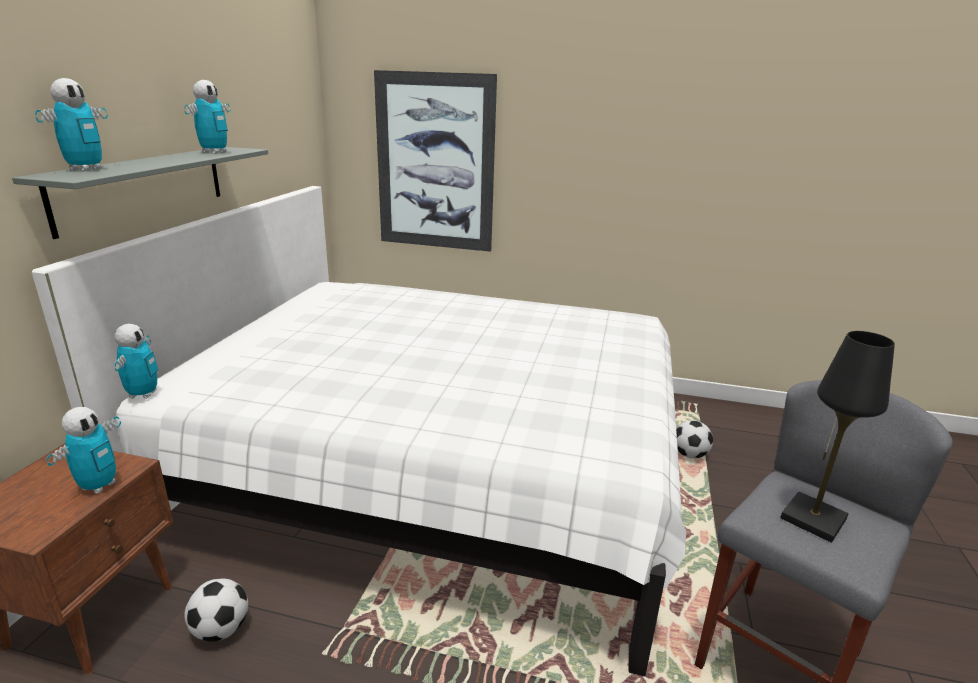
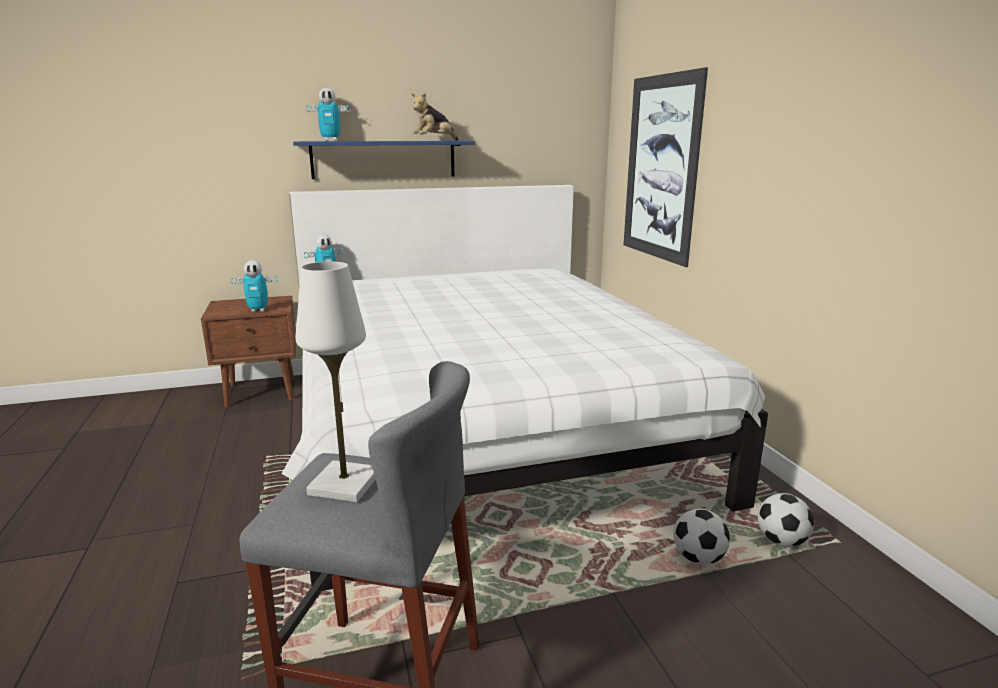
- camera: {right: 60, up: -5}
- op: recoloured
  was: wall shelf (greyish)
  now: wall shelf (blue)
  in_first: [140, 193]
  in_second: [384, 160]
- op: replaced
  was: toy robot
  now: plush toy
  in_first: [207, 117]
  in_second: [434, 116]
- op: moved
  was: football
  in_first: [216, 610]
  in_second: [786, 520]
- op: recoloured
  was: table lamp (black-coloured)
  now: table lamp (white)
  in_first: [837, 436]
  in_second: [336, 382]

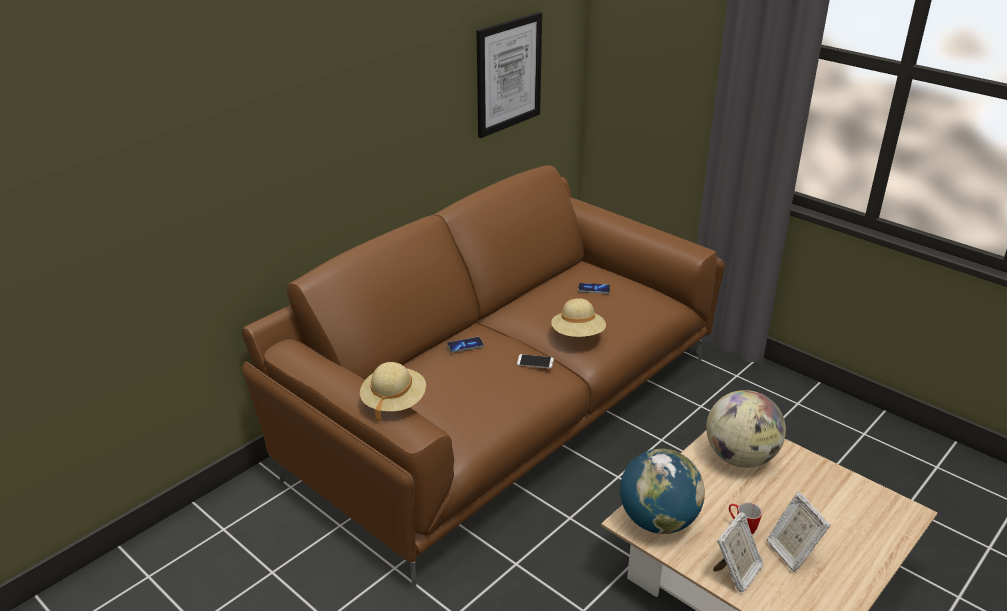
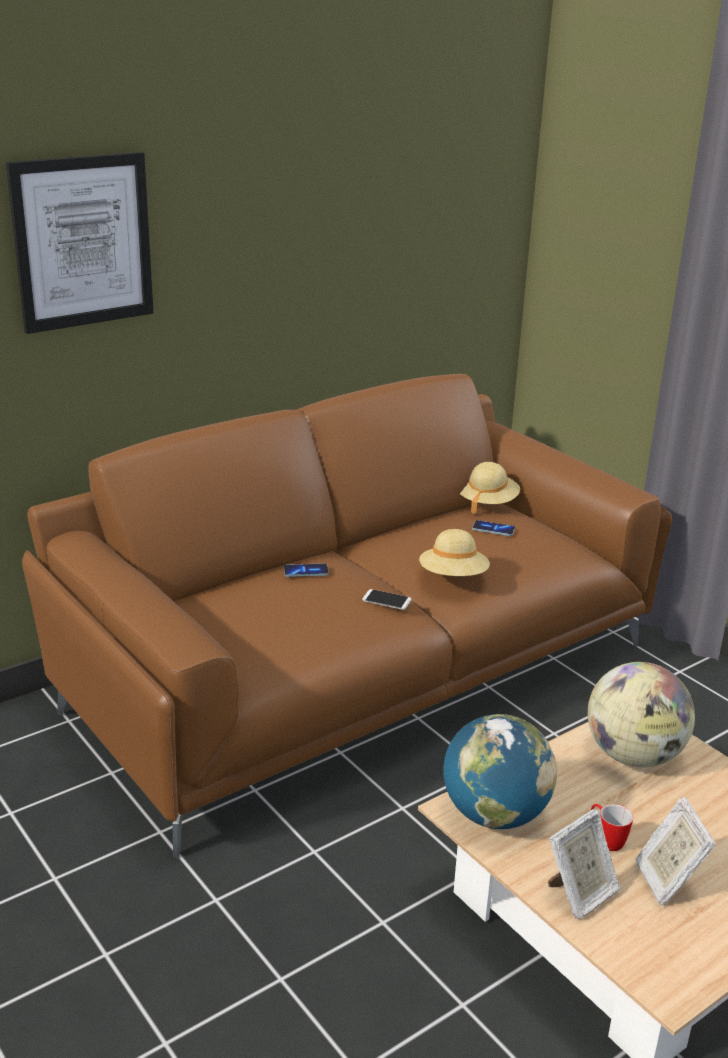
- camera: {right: 10, up: -5}
- op: moved
  was: wearable hat (beige-coloured)
  in_first: [393, 392]
  in_second: [490, 488]
- op: moved
  was: wall art
  in_first: [509, 75]
  in_second: [79, 243]

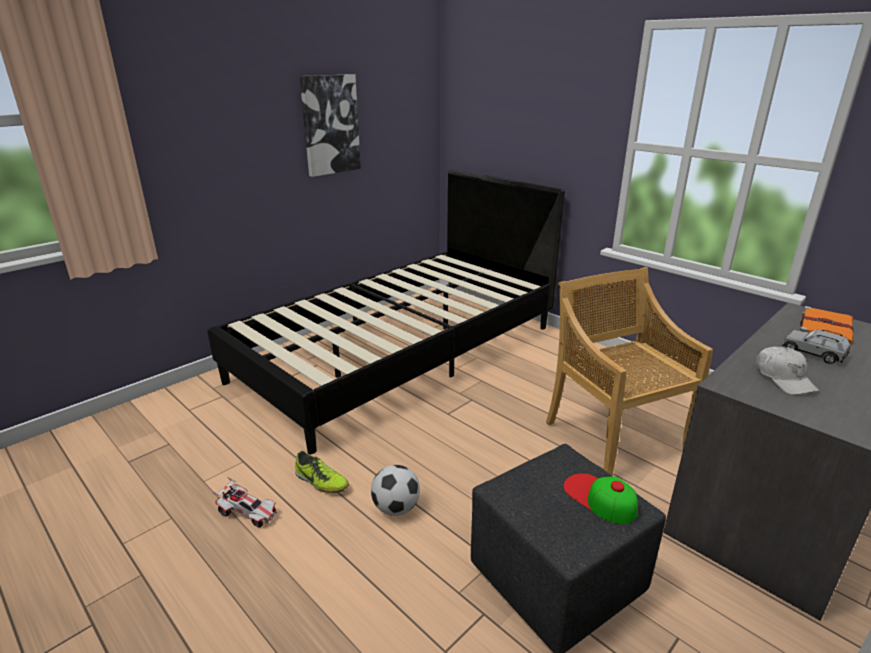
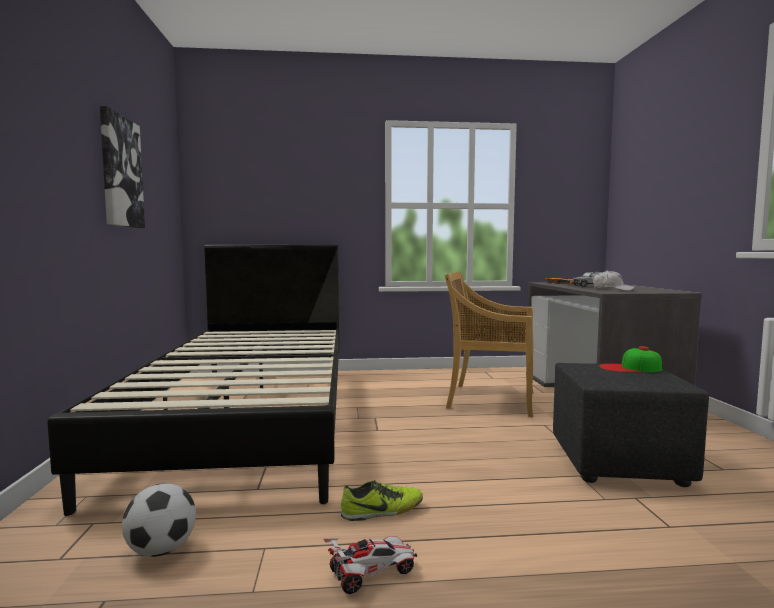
- camera: {right: -50, up: -20}
- op: moved
  was: football
  in_first: [395, 490]
  in_second: [159, 520]

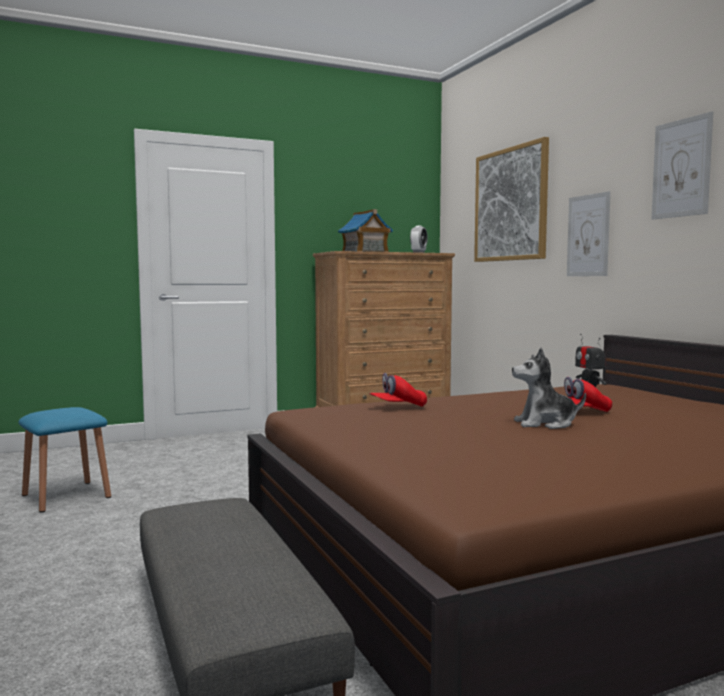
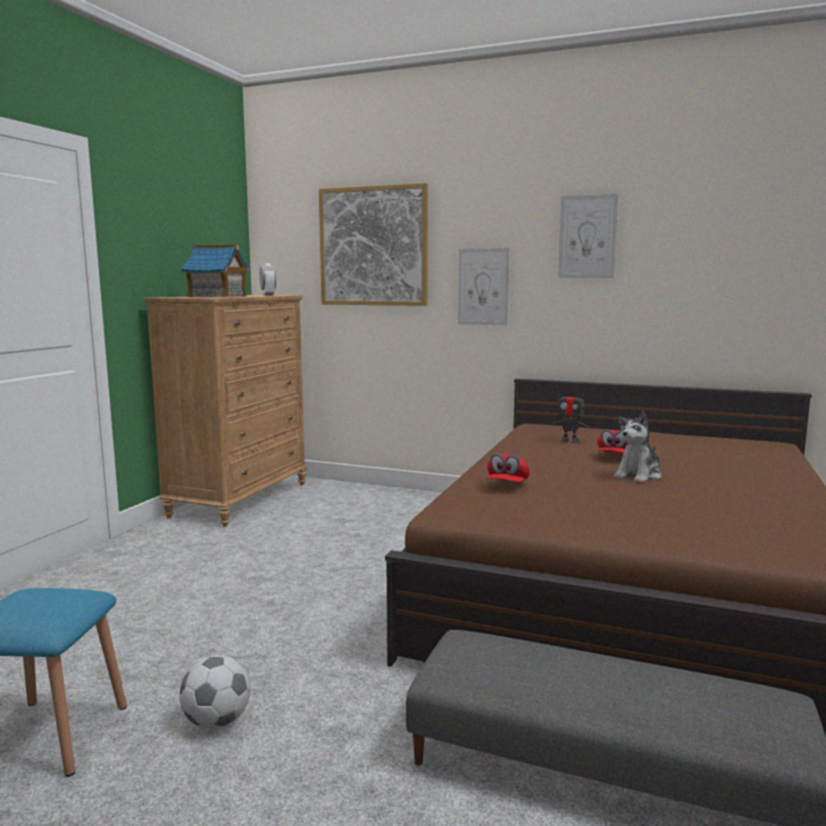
- camera: {right: -45, up: 5}
- op: added
  now: football
  in_second: [215, 692]

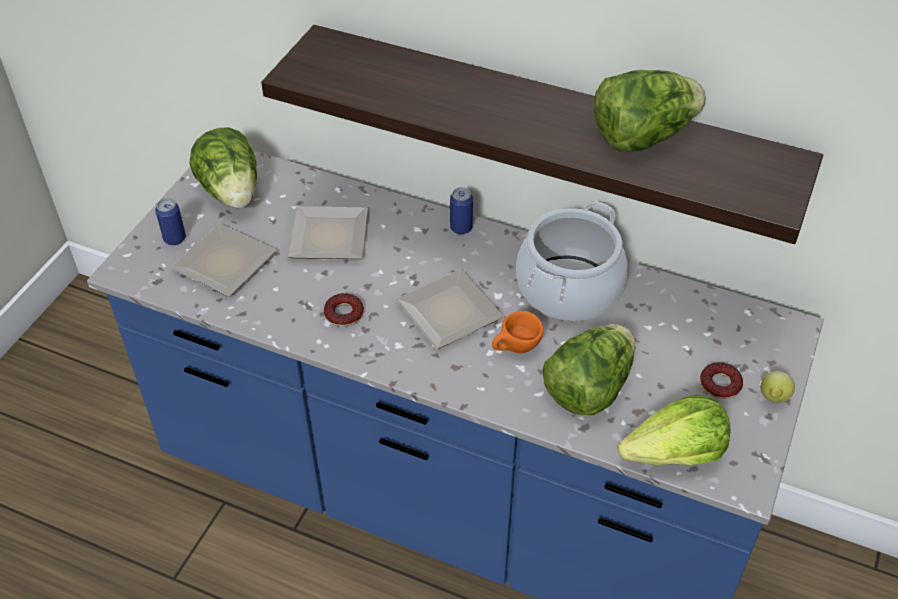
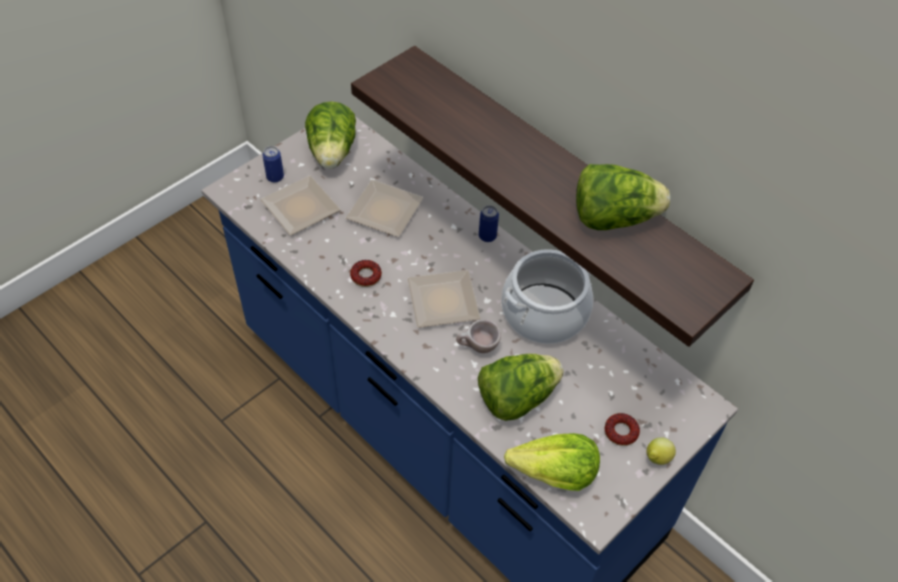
- camera: {right: 20, up: 5}
- op: recoloured
  was: cup (orange)
  now: cup (beige-coloured)
  in_first: [518, 332]
  in_second: [478, 336]

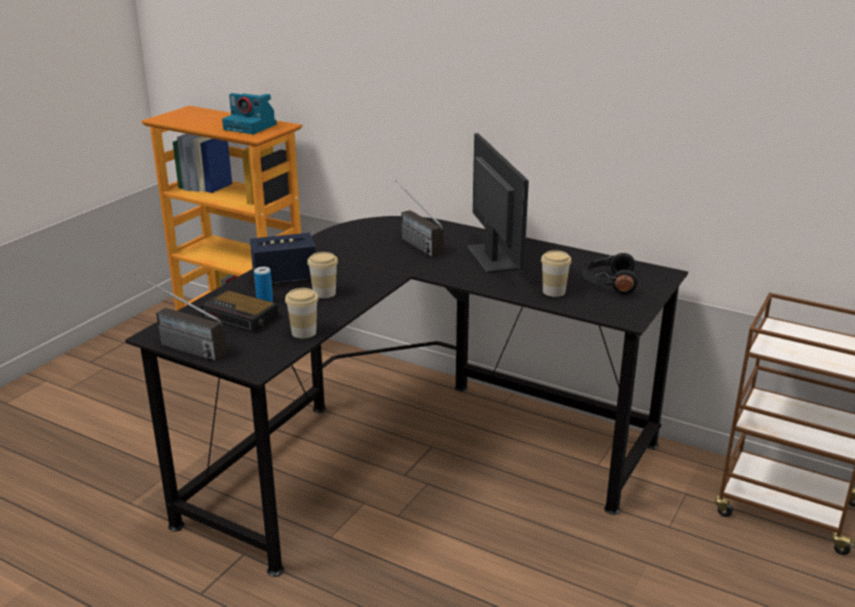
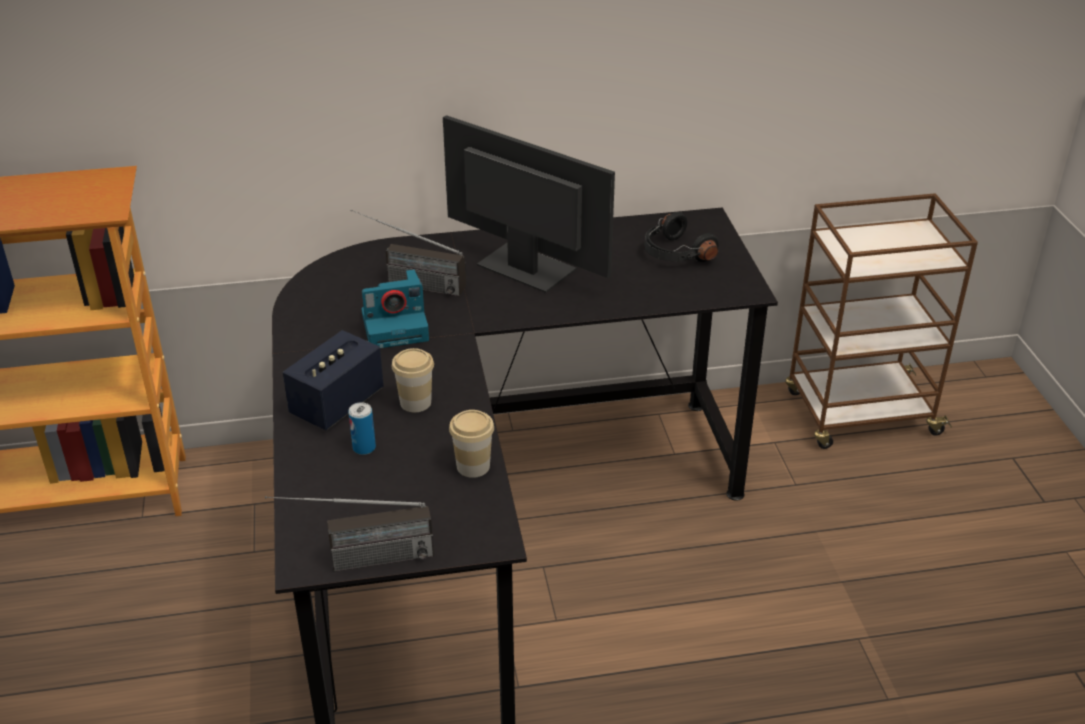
- camera: {right: -40, up: 10}
- op: removed
  was: table clock
  in_first: [240, 311]
- op: moved
  was: photo camera
  in_first: [249, 113]
  in_second: [395, 308]
- op: removed
  was: cup
  in_first: [556, 273]

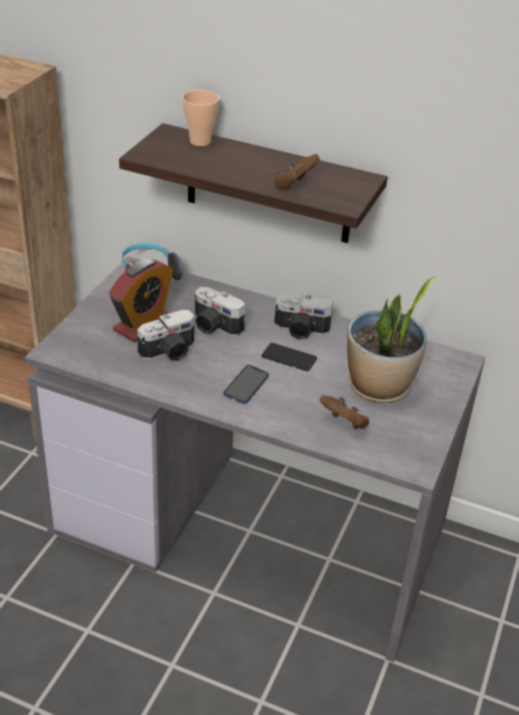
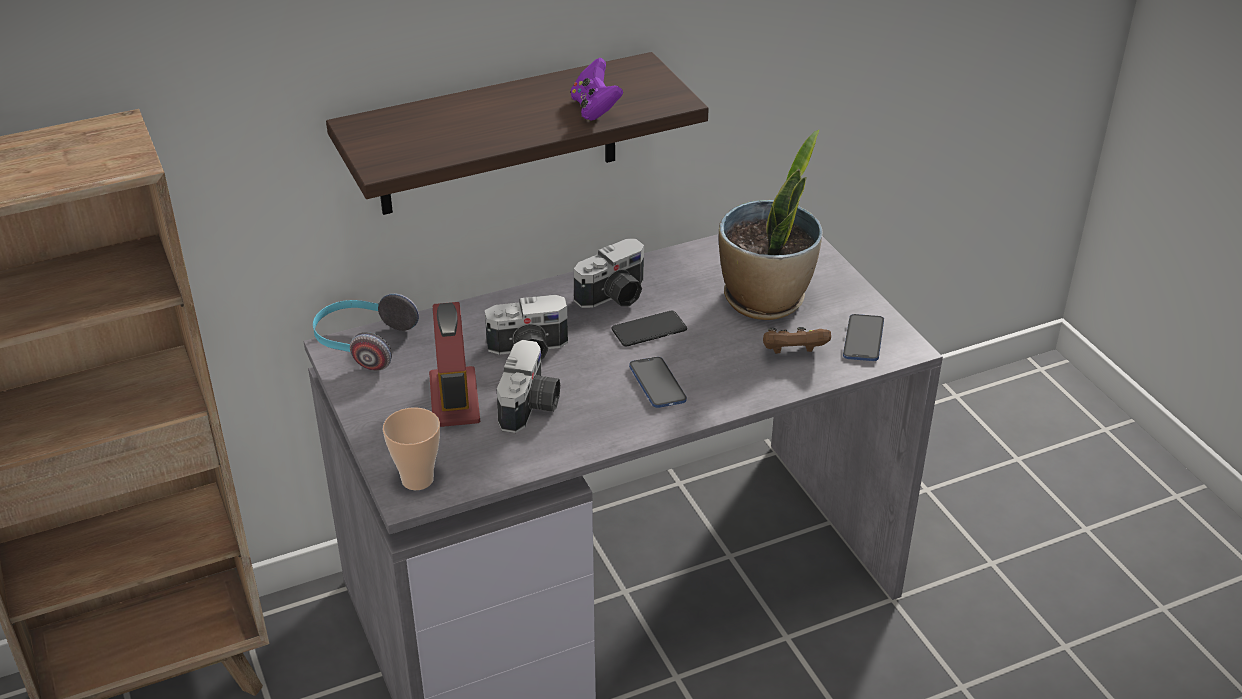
- camera: {right: -45, up: 0}
- op: moved
  was: cup
  in_first: [201, 118]
  in_second: [411, 448]
- op: recoloured
  was: gamepad (brown-coloured)
  now: gamepad (purple-coloured)
  in_first: [297, 172]
  in_second: [597, 89]
- op: added
  now: phone
  in_second: [863, 337]

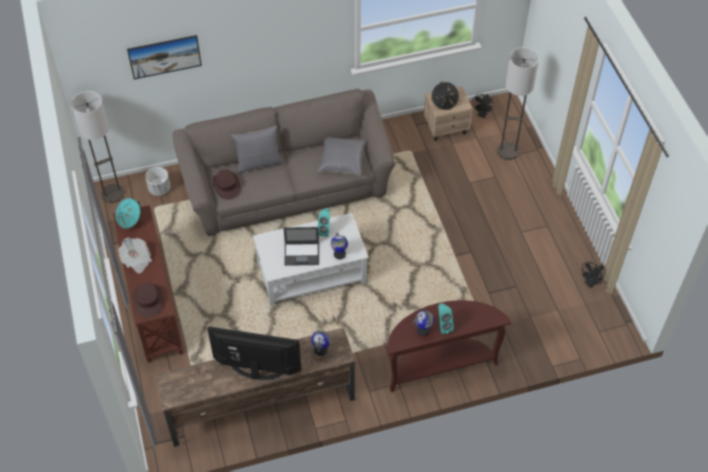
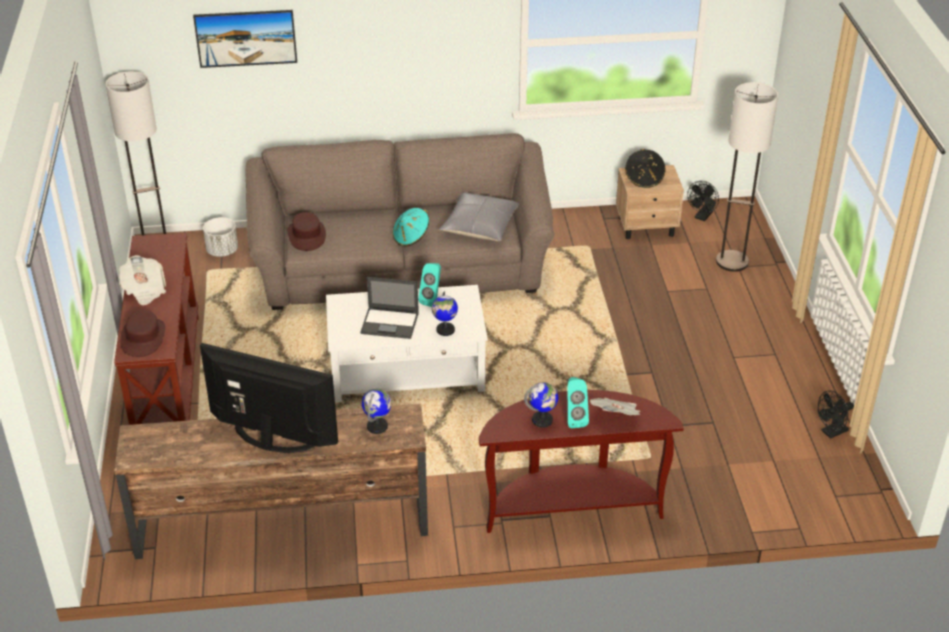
- camera: {right: 10, up: -15}
- op: moved
  was: wearable hat (turquoise-coloured)
  in_first: [128, 213]
  in_second: [411, 227]
- op: removed
  was: cushion (greyish)
  in_first: [257, 149]
- op: added
  now: printed paper
  in_second: [615, 406]

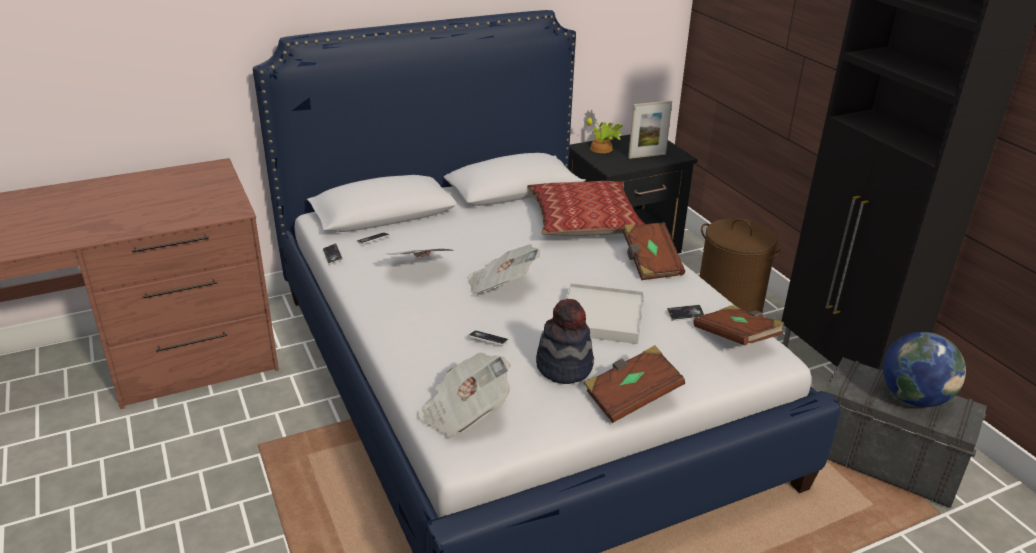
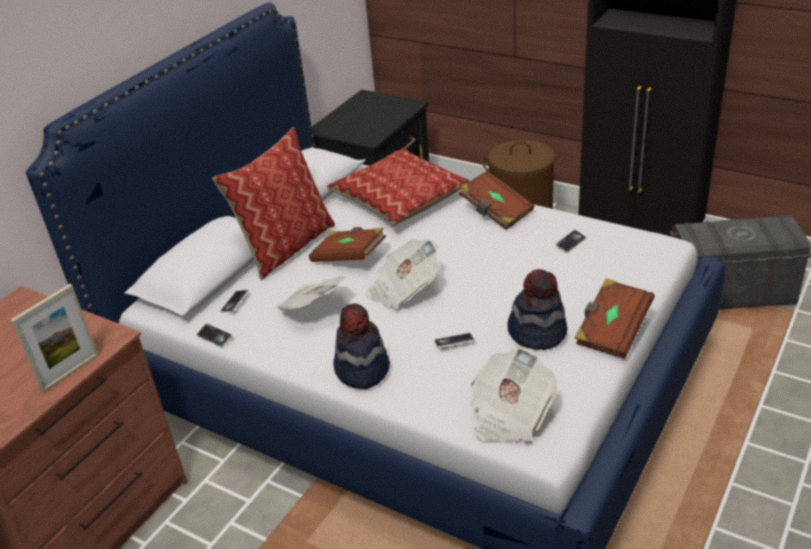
- camera: {right: -30, up: 5}
- op: removed
  was: tray (white)
  in_first: [605, 313]
- op: removed
  was: potted plant
  in_first: [603, 131]
- op: moved
  was: standing frame
  in_first: [650, 130]
  in_second: [54, 338]
- op: moved
  was: volume (brown-coloured)
  in_first: [739, 325]
  in_second: [347, 244]
- op: removed
  was: world globe
  in_first: [924, 369]
- op: added
  now: cushion
  in_second: [273, 203]
- op: added
  now: wearable hat
  in_second: [361, 346]

